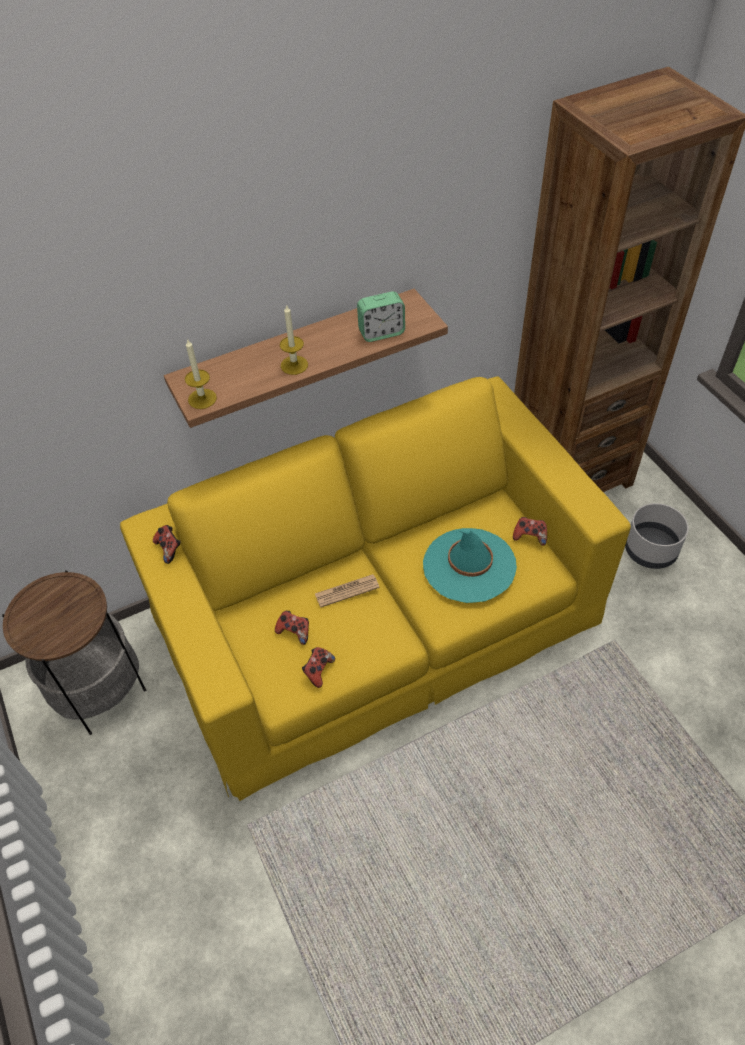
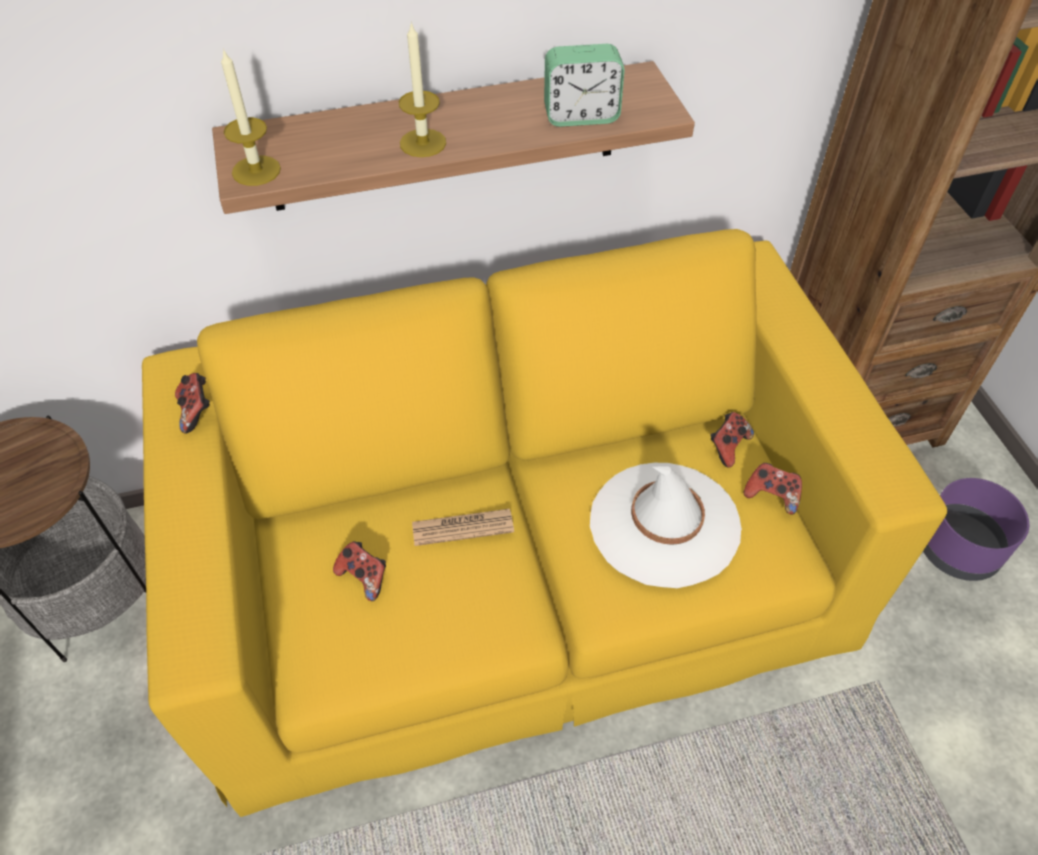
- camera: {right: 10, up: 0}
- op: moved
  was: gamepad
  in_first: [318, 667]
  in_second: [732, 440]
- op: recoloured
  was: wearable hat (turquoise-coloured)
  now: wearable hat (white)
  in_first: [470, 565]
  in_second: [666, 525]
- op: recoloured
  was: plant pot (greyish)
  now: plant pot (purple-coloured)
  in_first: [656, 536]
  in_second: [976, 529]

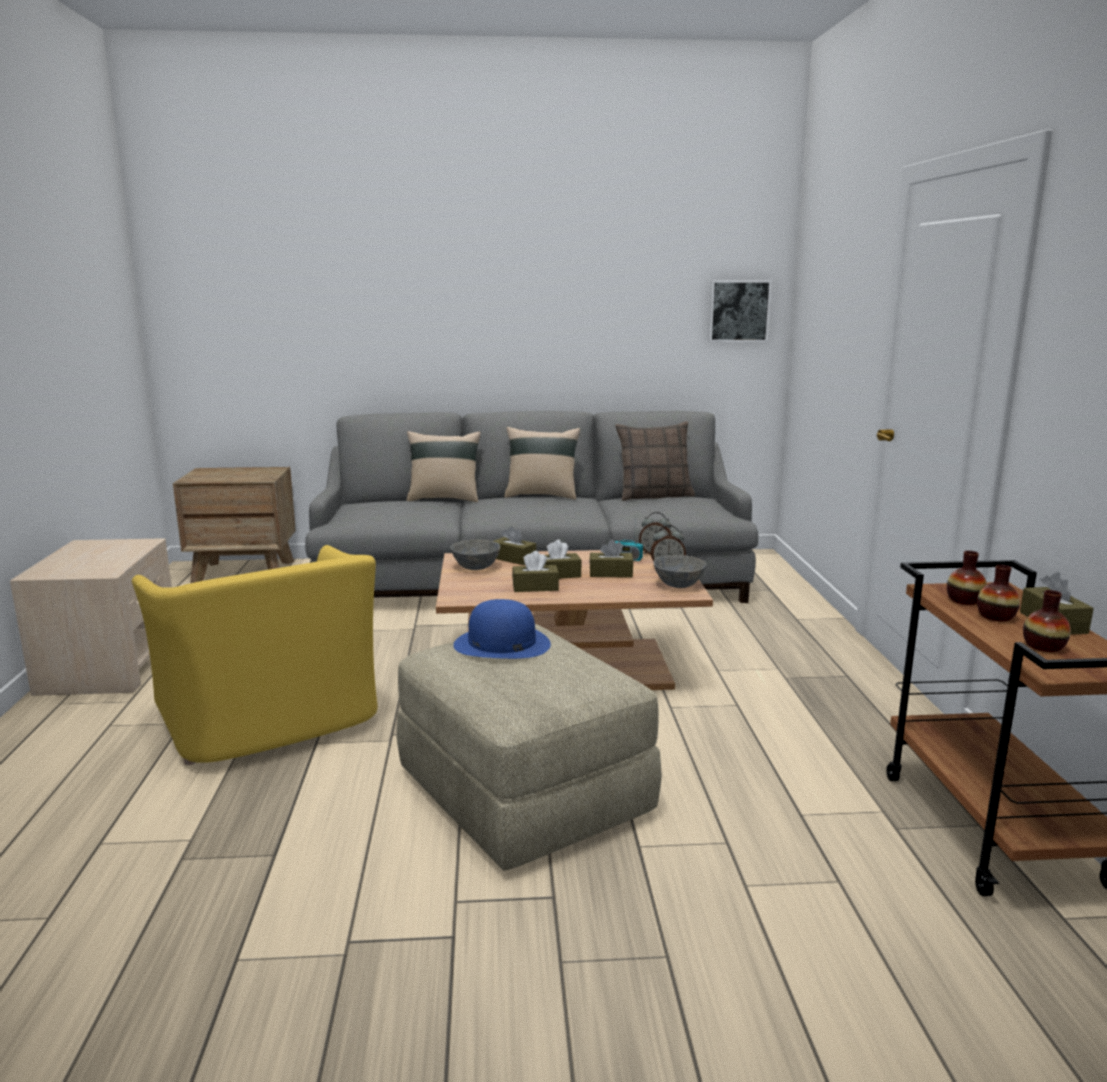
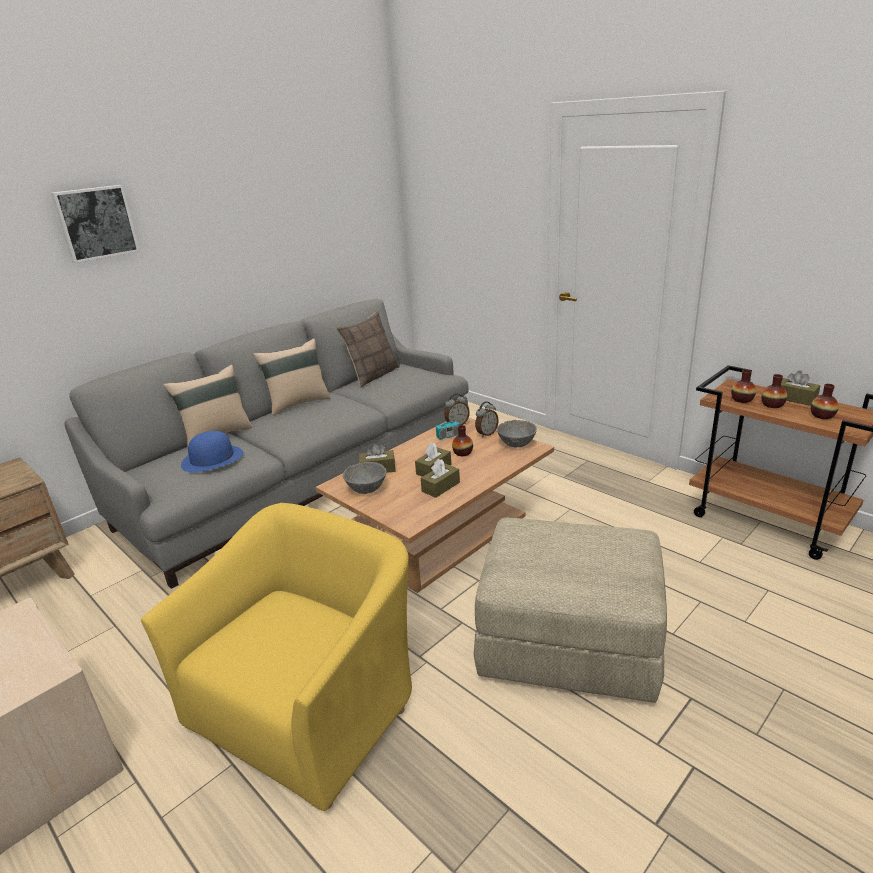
- camera: {right: -40, up: 10}
- op: turned
  was: armchair (yellow)
  in_first: [255, 655]
  in_second: [276, 657]
  clockwise: -75
- op: moved
  was: wearable hat (blue)
  in_first: [502, 629]
  in_second: [212, 452]
- op: replaced
  was: tissue holder (brown-coloured)
  now: flower vase
  in_first: [611, 558]
  in_second: [462, 440]
- op: moved
  was: wall art
  in_first: [740, 311]
  in_second: [95, 224]

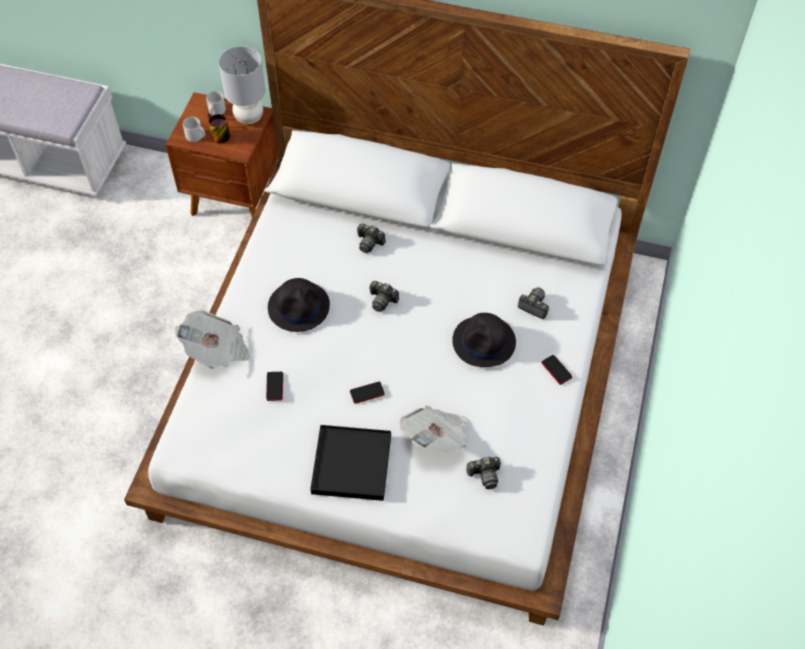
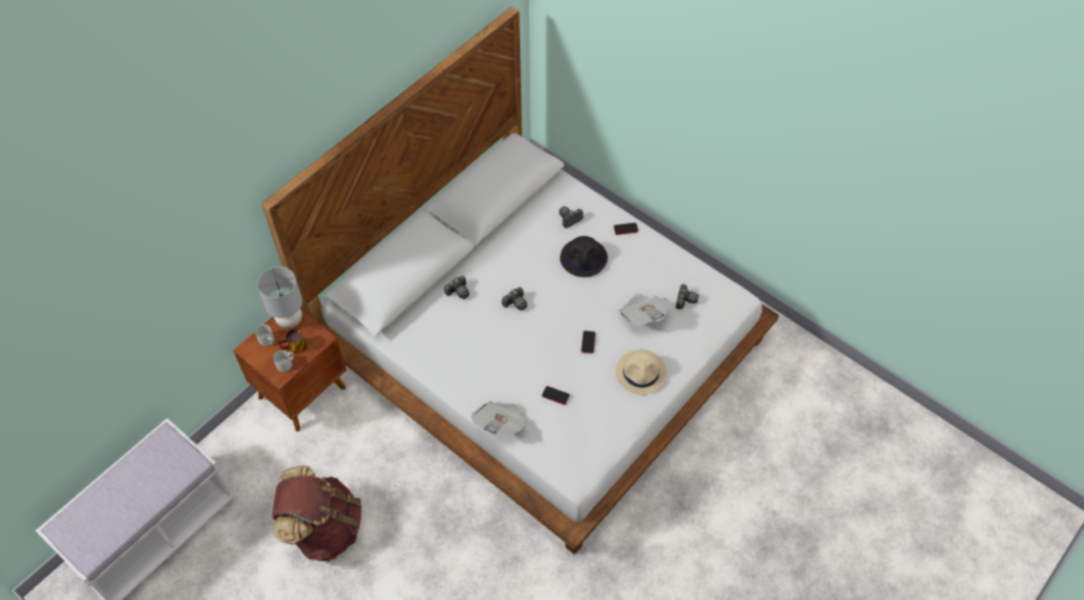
- camera: {right: -65, up: 0}
- op: removed
  was: wearable hat (black-coloured)
  in_first: [299, 305]
- op: replaced
  was: tray (black-coloured)
  now: wearable hat (beige-coloured)
  in_first: [350, 463]
  in_second: [641, 372]
- op: added
  now: backpack (brown-coloured)
  in_second: [317, 513]

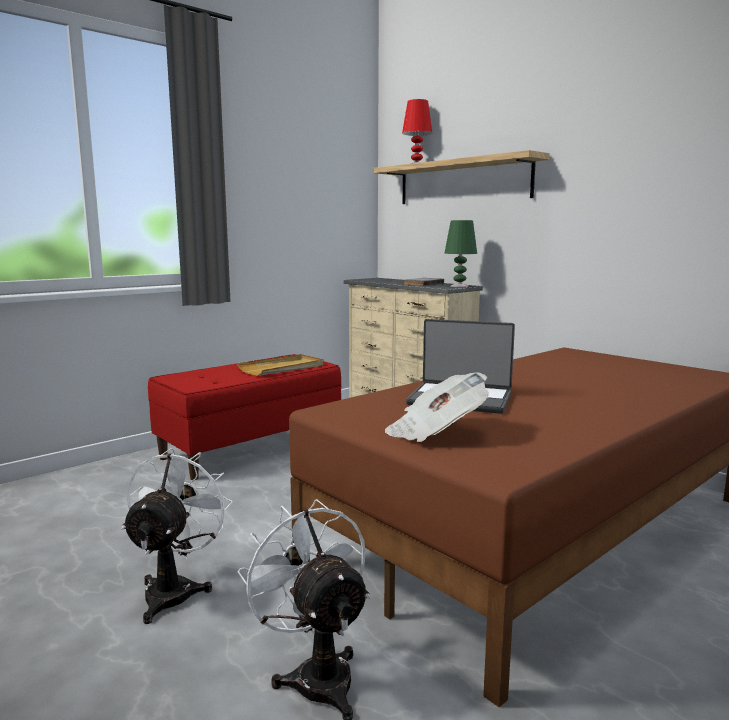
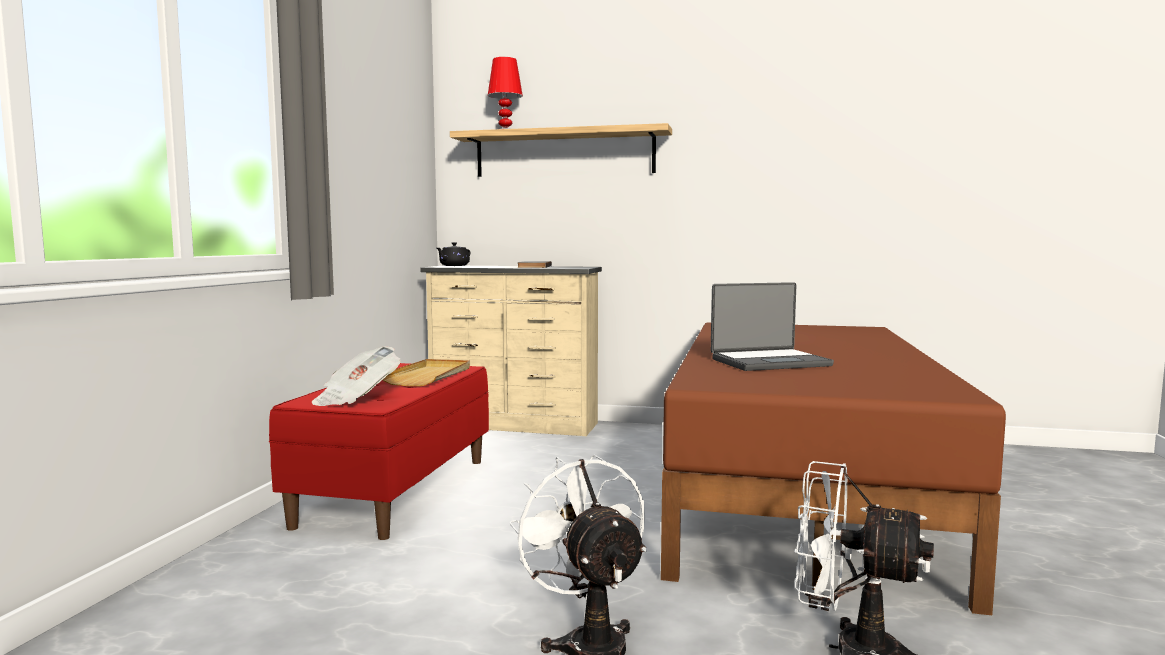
- camera: {right: -35, up: -5}
- op: moved
  was: printed paper
  in_first: [437, 407]
  in_second: [356, 376]
- op: removed
  was: table lamp (greenish)
  in_first: [460, 253]
- op: added
  now: teapot (black-coloured)
  in_second: [453, 254]

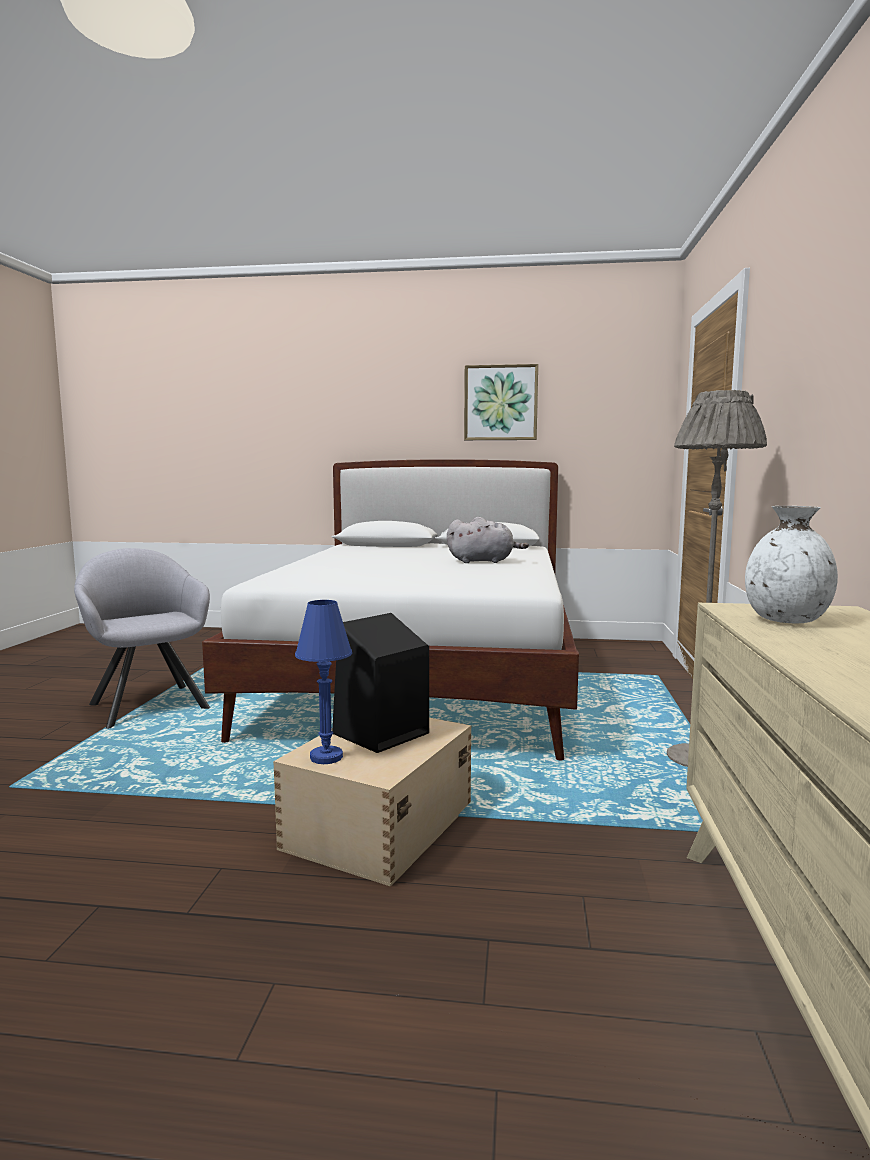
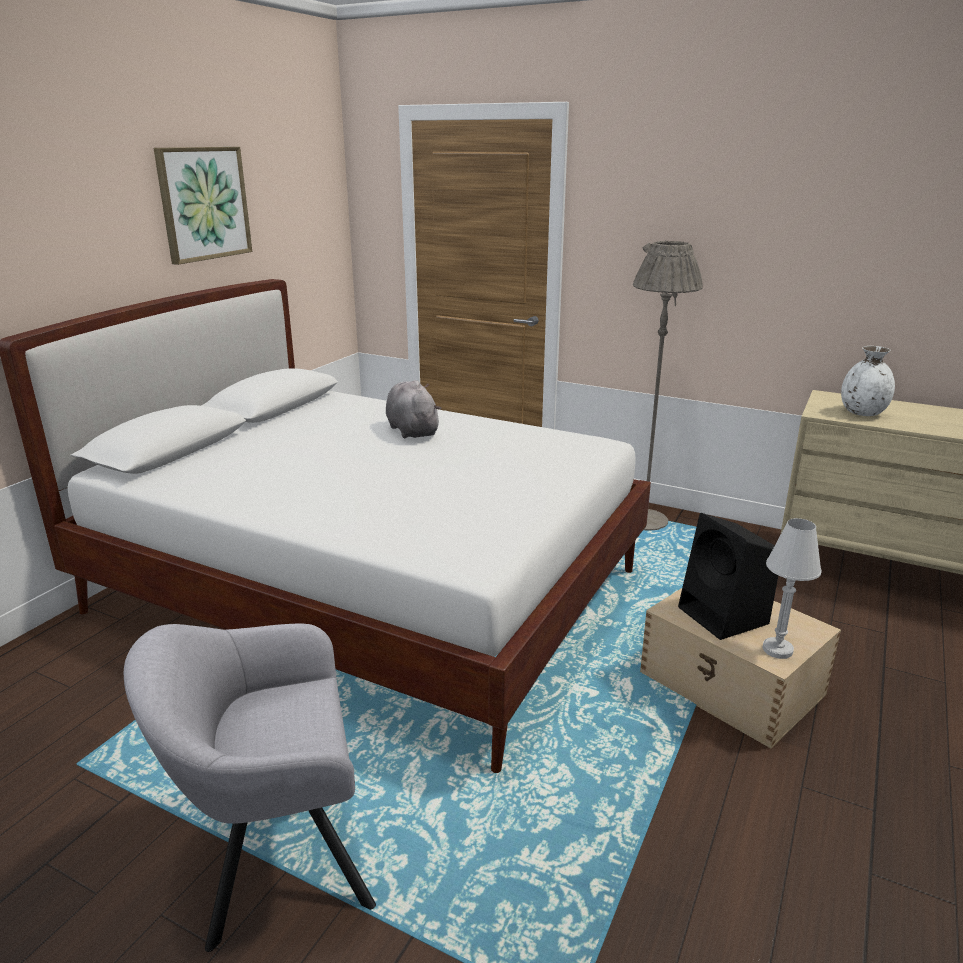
- camera: {right: -70, up: 15}
- op: recoloured
  was: table lamp (blue)
  now: table lamp (white)
  in_first: [323, 682]
  in_second: [792, 588]
- op: turned
  was: plush toy (greyish)
  in_first: [488, 540]
  in_second: [413, 409]
  clockwise: -45

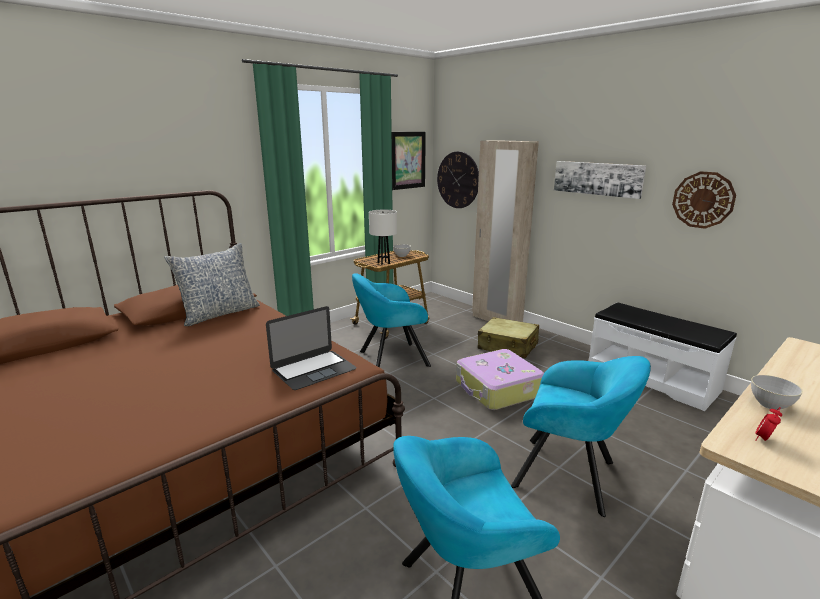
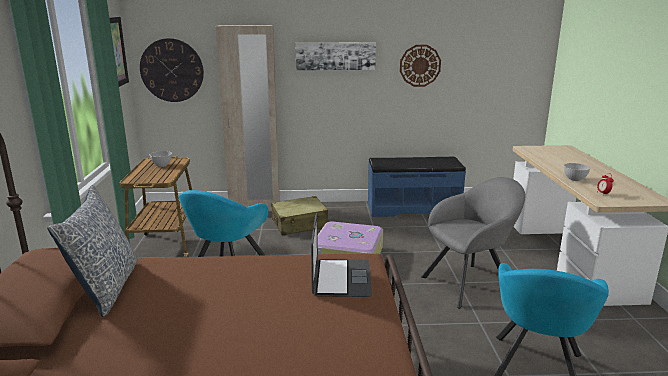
- camera: {right: -50, up: 0}
- op: removed
  was: table lamp (white)
  in_first: [383, 237]
- op: recoloured
  was: armchair (turquoise-coloured)
  now: armchair (greyish)
  in_first: [581, 436]
  in_second: [473, 243]
- op: recoloured
  was: bench (white)
  now: bench (blue)
  in_first: [663, 356]
  in_second: [417, 186]

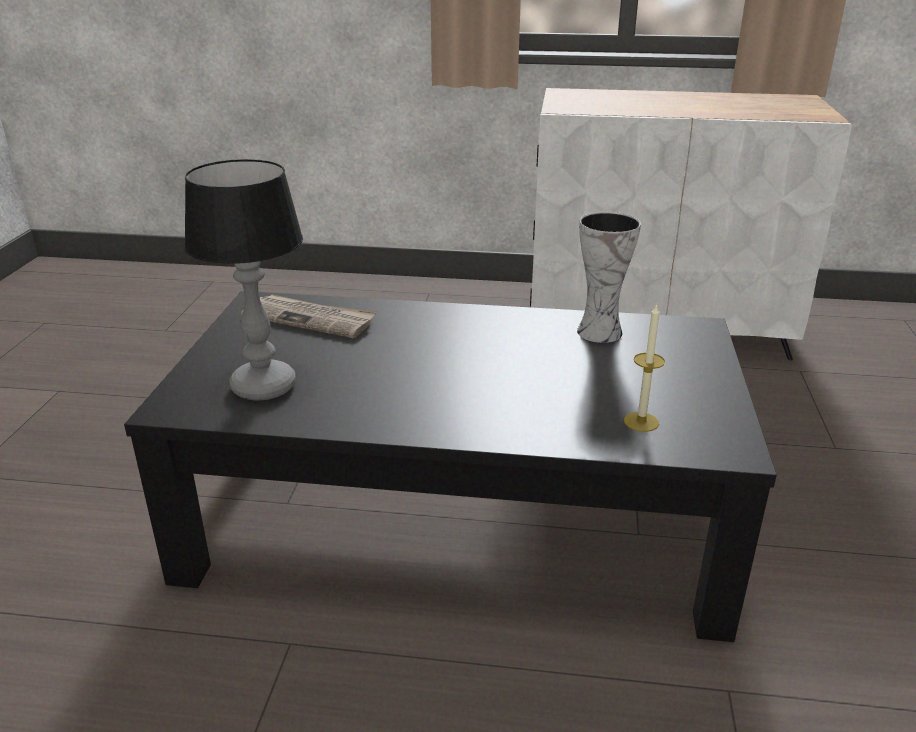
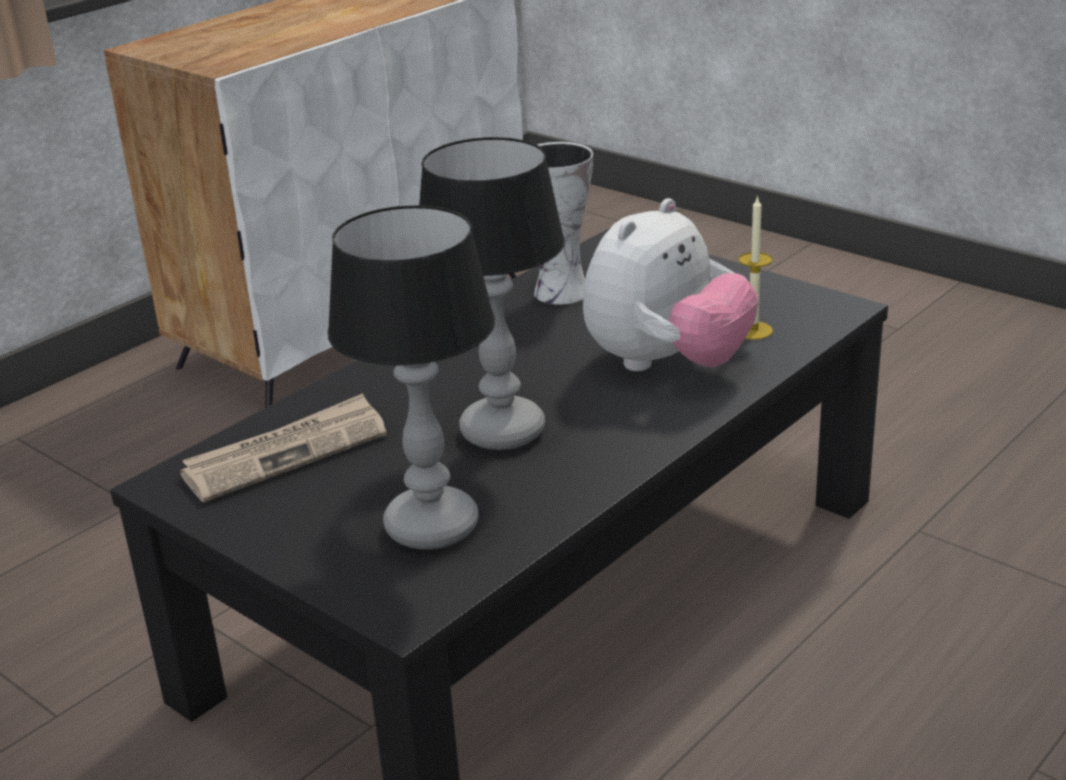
- camera: {right: -55, up: 0}
- op: added
  now: table lamp
  in_second: [492, 293]
- op: added
  now: plush toy
  in_second: [670, 284]

